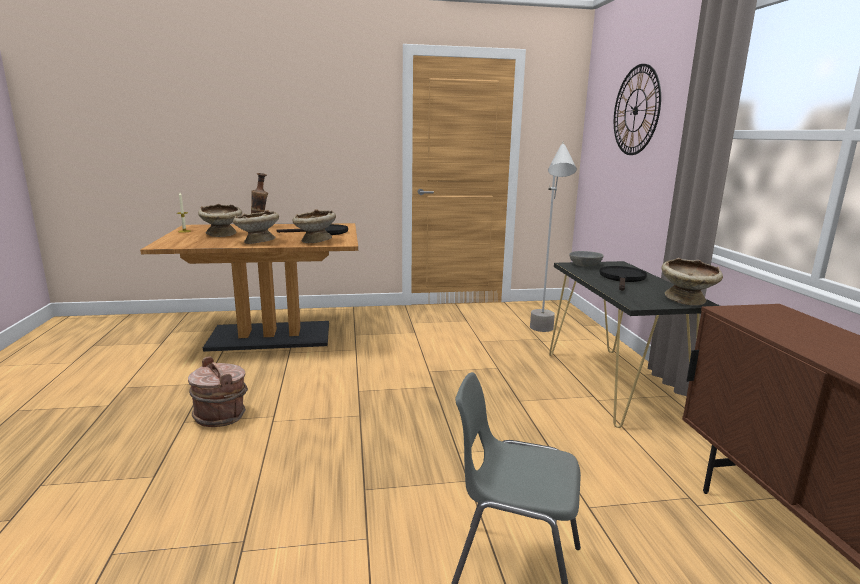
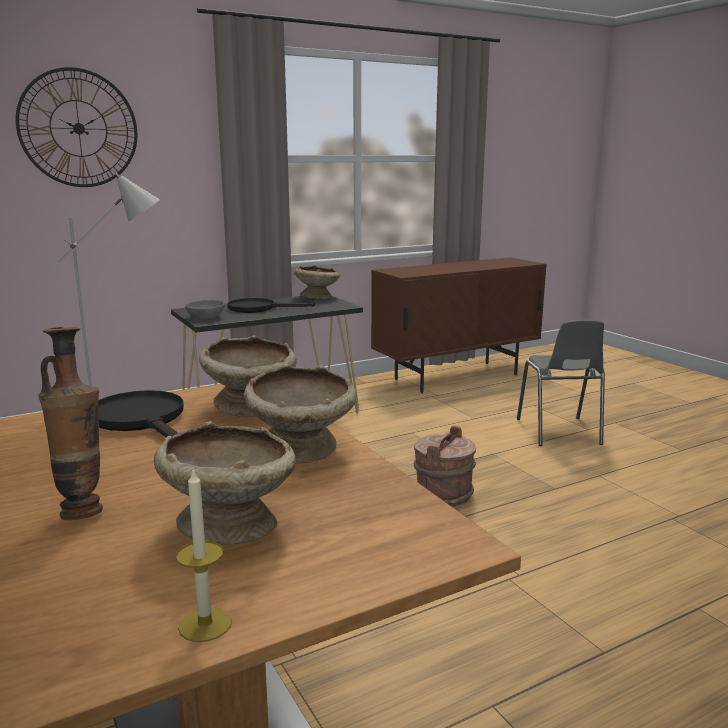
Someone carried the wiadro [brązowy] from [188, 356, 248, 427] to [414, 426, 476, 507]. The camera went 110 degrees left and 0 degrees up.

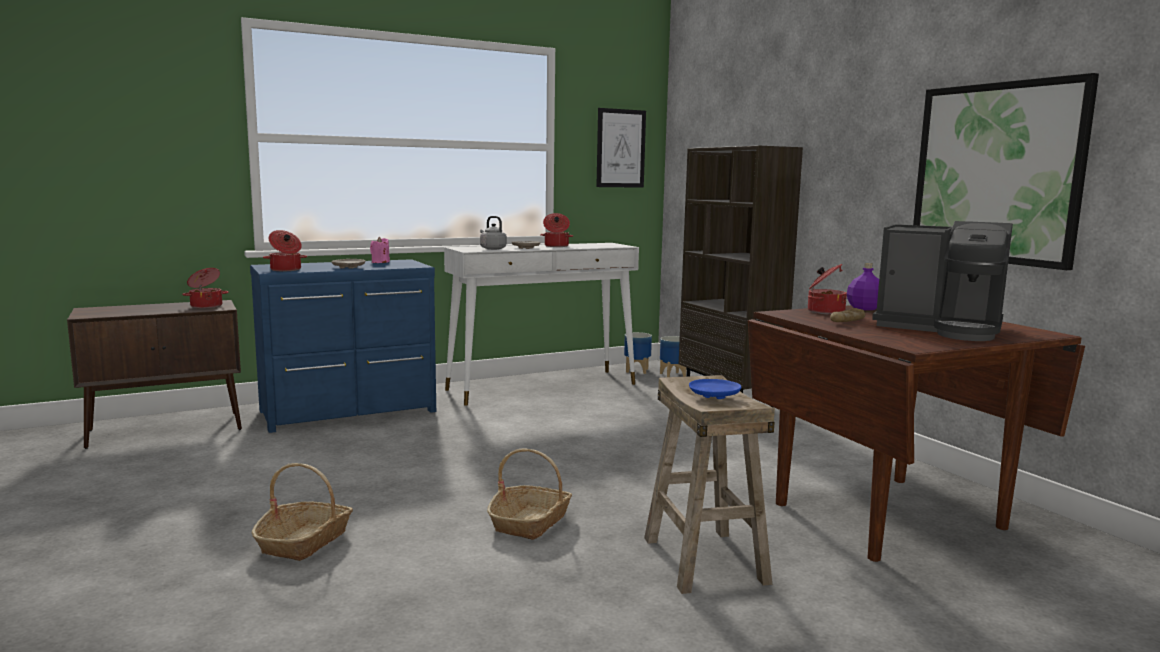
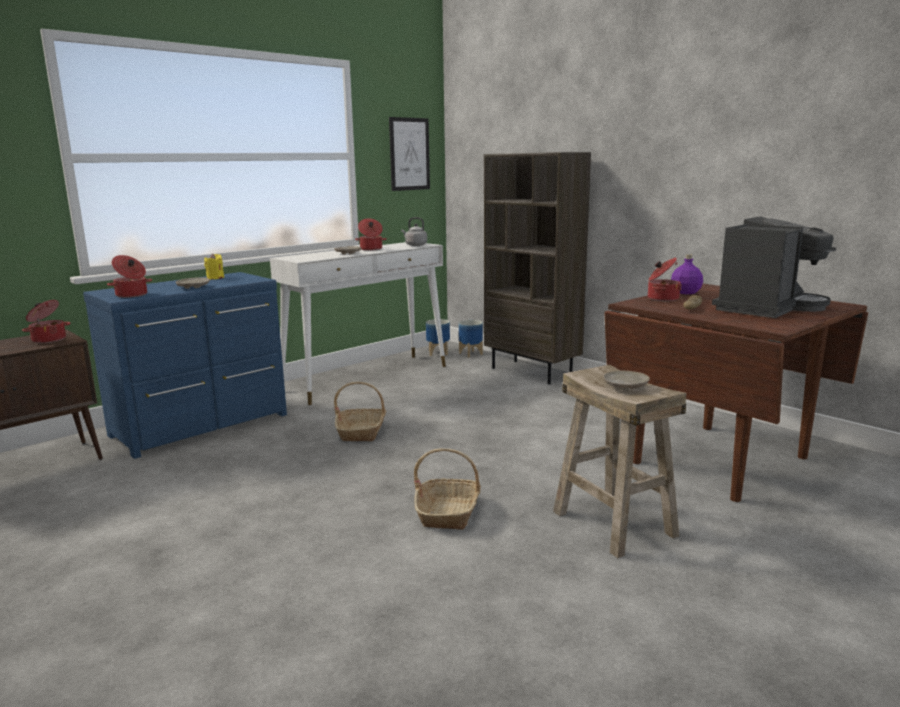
Someone repainted the świeca [różowy] at [370, 237, 390, 263], which became the świeca [żółty] at [204, 253, 224, 279]. Someone carried the koszyk from [251, 463, 353, 561] to [334, 382, 386, 441]. Someone carried the czajnik [szary] from [480, 216, 507, 250] to [401, 217, 427, 246]. Someone repainted the talerz [niebieski] at [689, 379, 741, 399], which became the talerz [beżowy] at [603, 371, 650, 389]. Someone rotated the ekspres do kawy at [872, 221, 1013, 341] by 60 degrees counterclockwise. Someone took away the obraz at [913, 73, 1099, 270]. The camera went 15 degrees left and 5 degrees up.

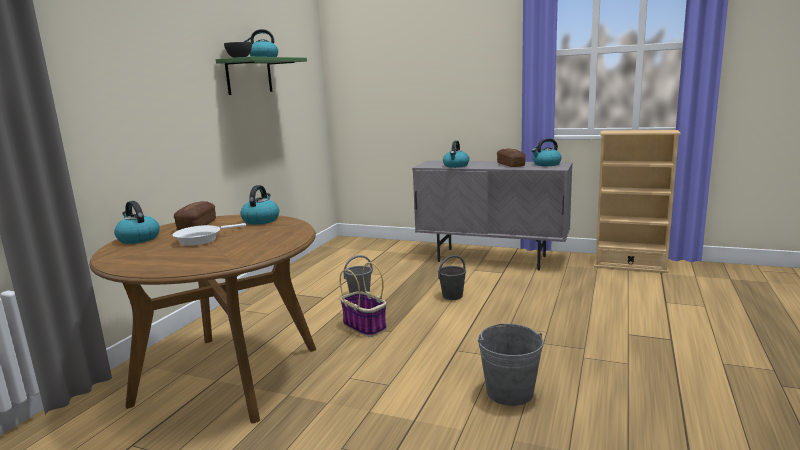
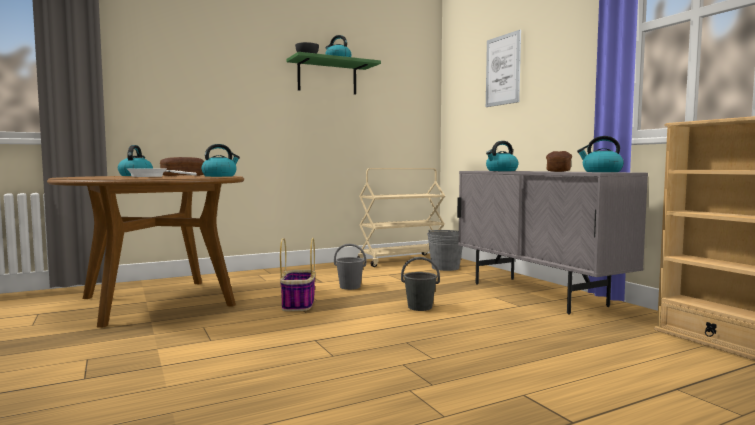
Someone put down the wózek [beżowy] at [357, 168, 445, 267]. Someone carried the wiadro [szary] from [478, 323, 543, 406] to [427, 230, 463, 271]. Someone put up the obraz at [486, 30, 521, 107]. The camera went 40 degrees right and 10 degrees down.

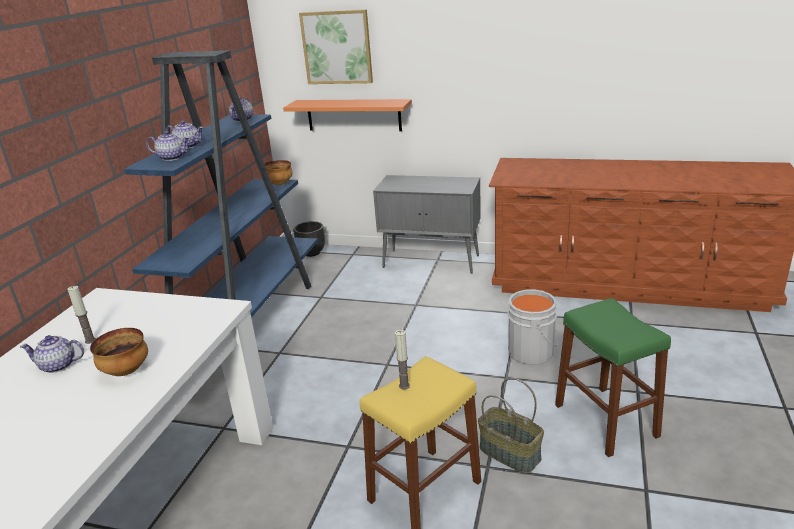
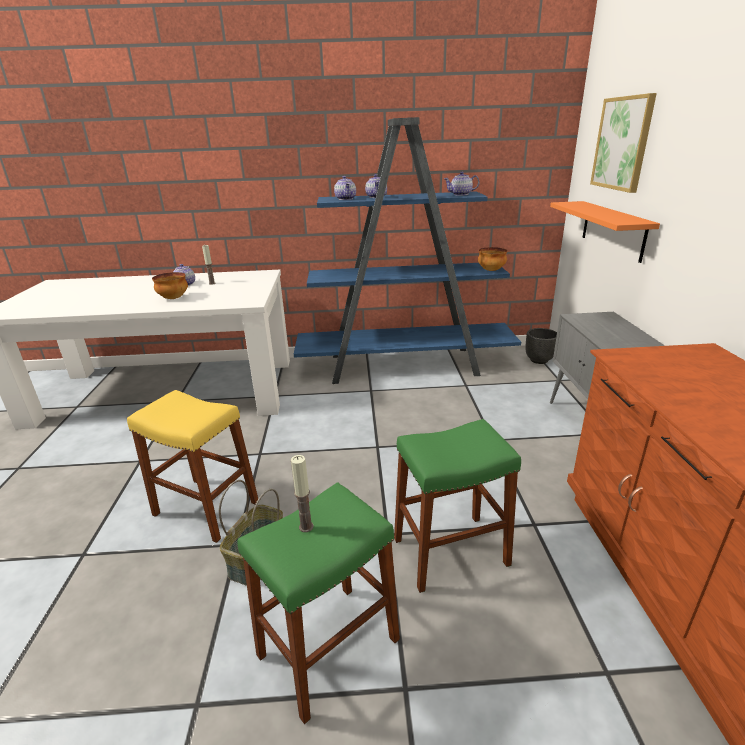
Someone carried the świeca from [395, 330, 410, 390] to [291, 455, 314, 532]. Someone swapped the wiadro [szary] at [508, 289, 558, 365] for the stołek [zielony] at [394, 419, 521, 593]. The camera went 70 degrees right and 0 degrees up.

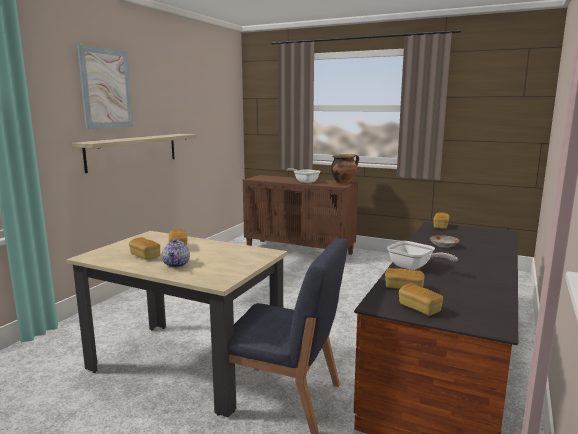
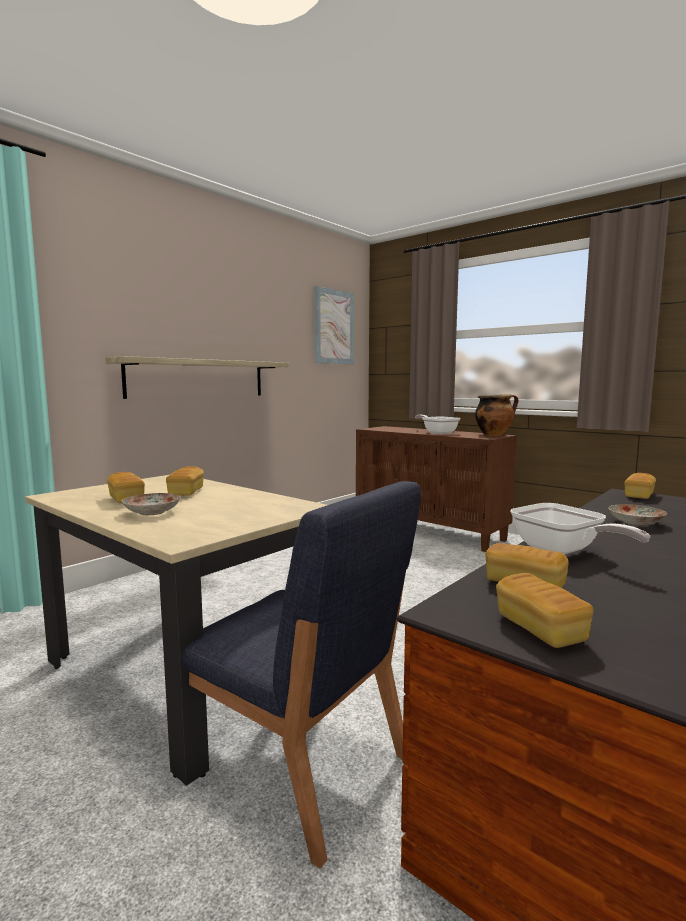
Someone swapped the imbryk at [162, 239, 190, 268] for the talerz at [122, 493, 180, 515]. Someone carried the obraz from [77, 45, 133, 129] to [315, 286, 354, 364]. The camera went 15 degrees right and 5 degrees down.

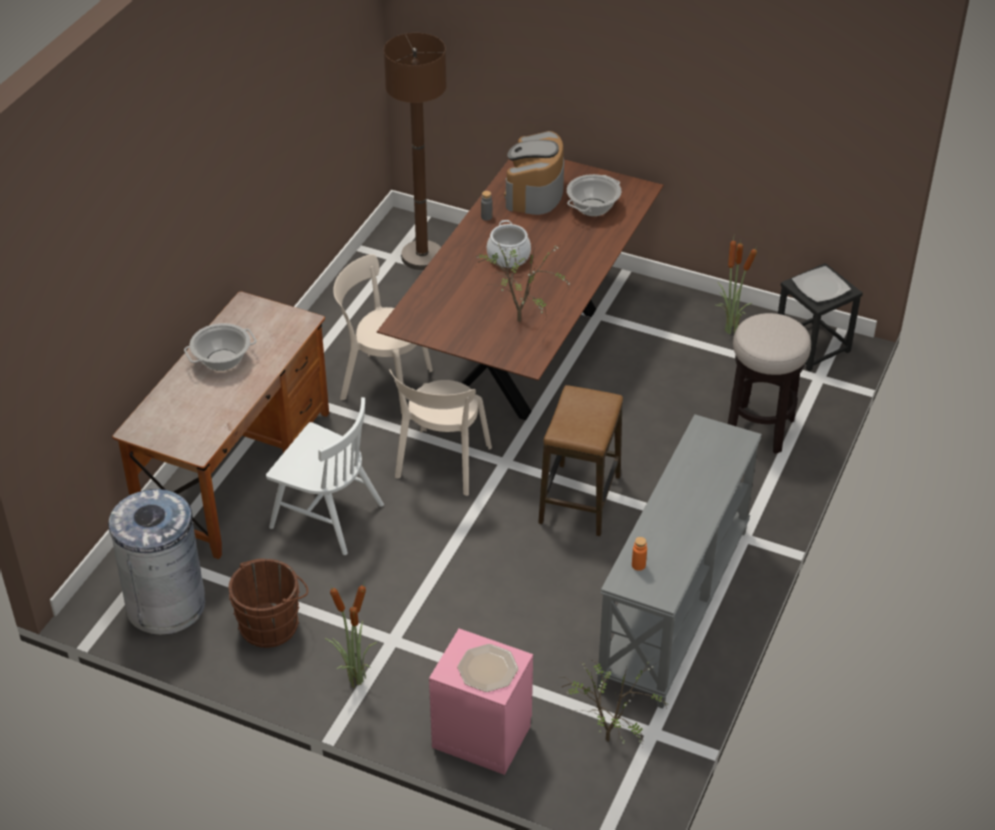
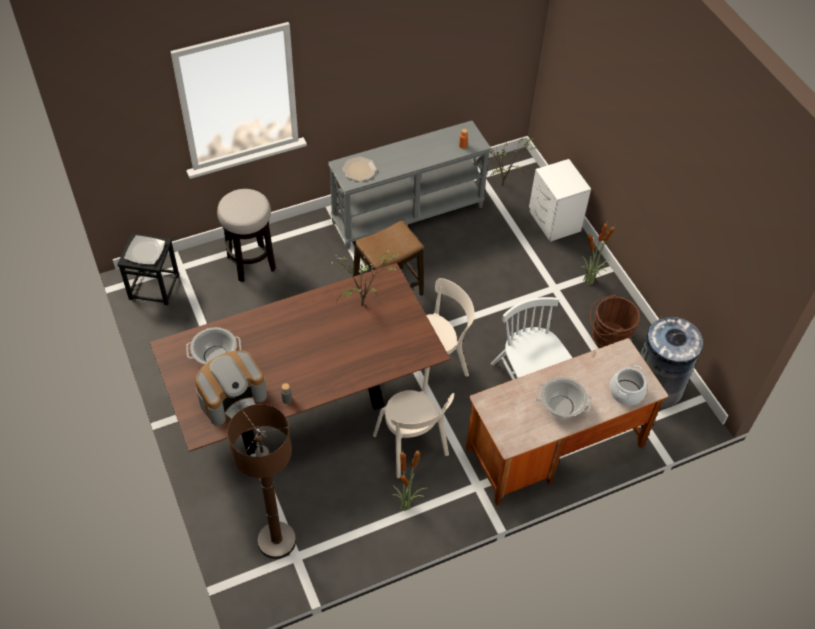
Someone carried the talerz from [458, 644, 518, 692] to [342, 157, 377, 181]. Someone carried the roślina doniczkowa from [717, 239, 757, 334] to [392, 450, 427, 511]. Someone repainted the szafka nocna [różowy] at [429, 629, 533, 775], which became the szafka nocna [biały] at [529, 159, 591, 242]. Someone carried the garnek from [487, 220, 531, 268] to [610, 365, 647, 405]. The camera went 140 degrees left and 10 degrees up.

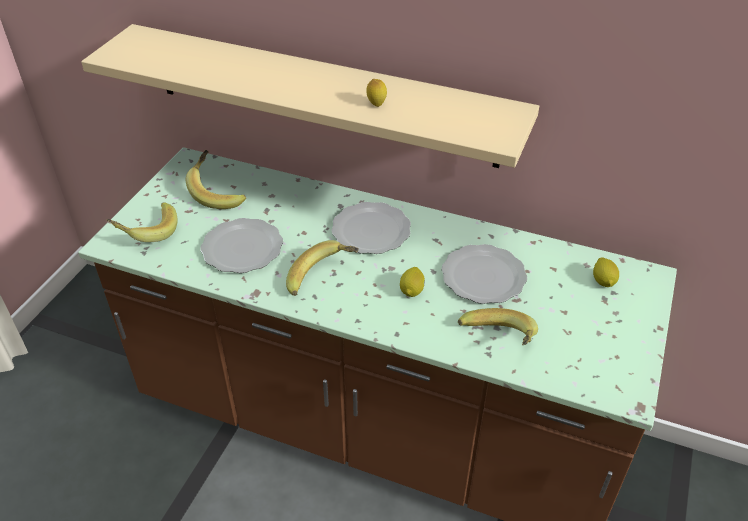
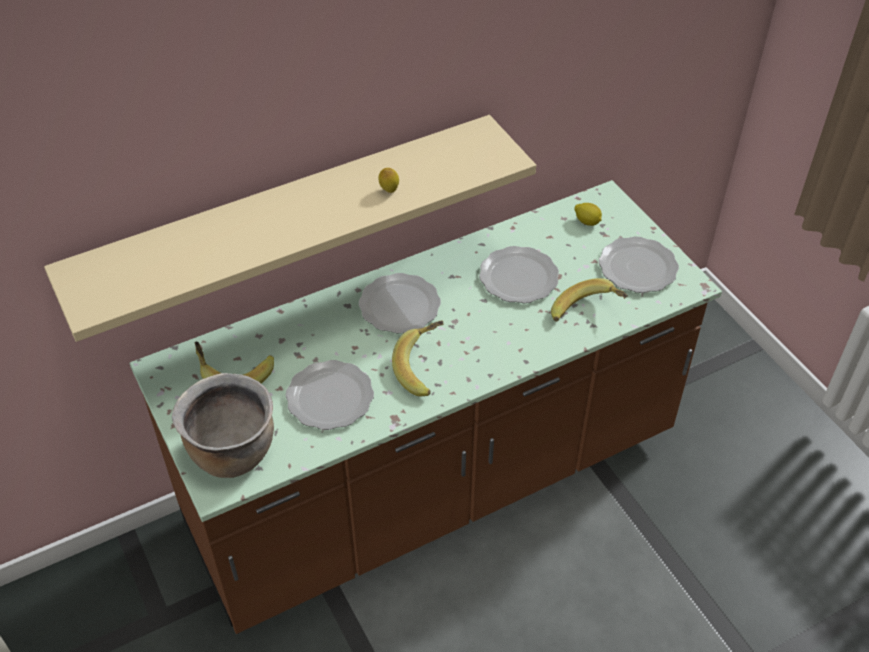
Someone swapped the banan at [107, 202, 177, 242] for the garnek [brązowy] at [172, 373, 274, 478]. Someone put down the talerz at [599, 236, 679, 293]. Someone took away the cytryna at [400, 267, 425, 297]. The camera went 50 degrees left and 5 degrees up.

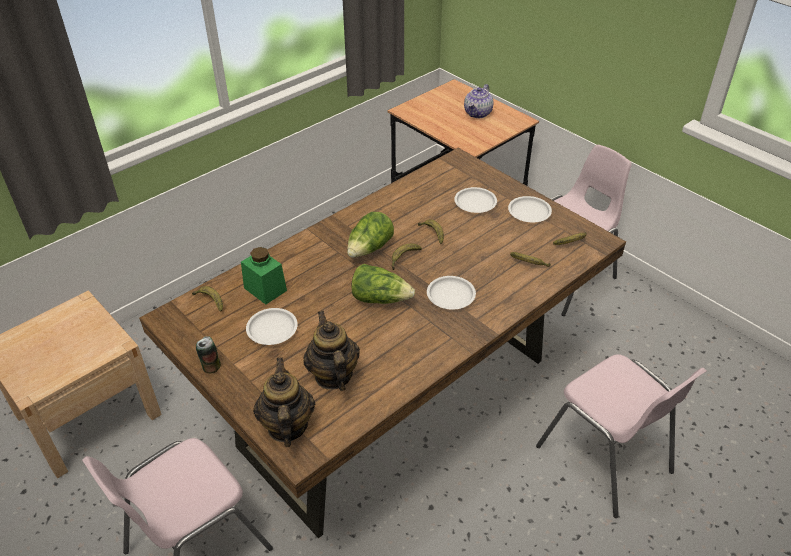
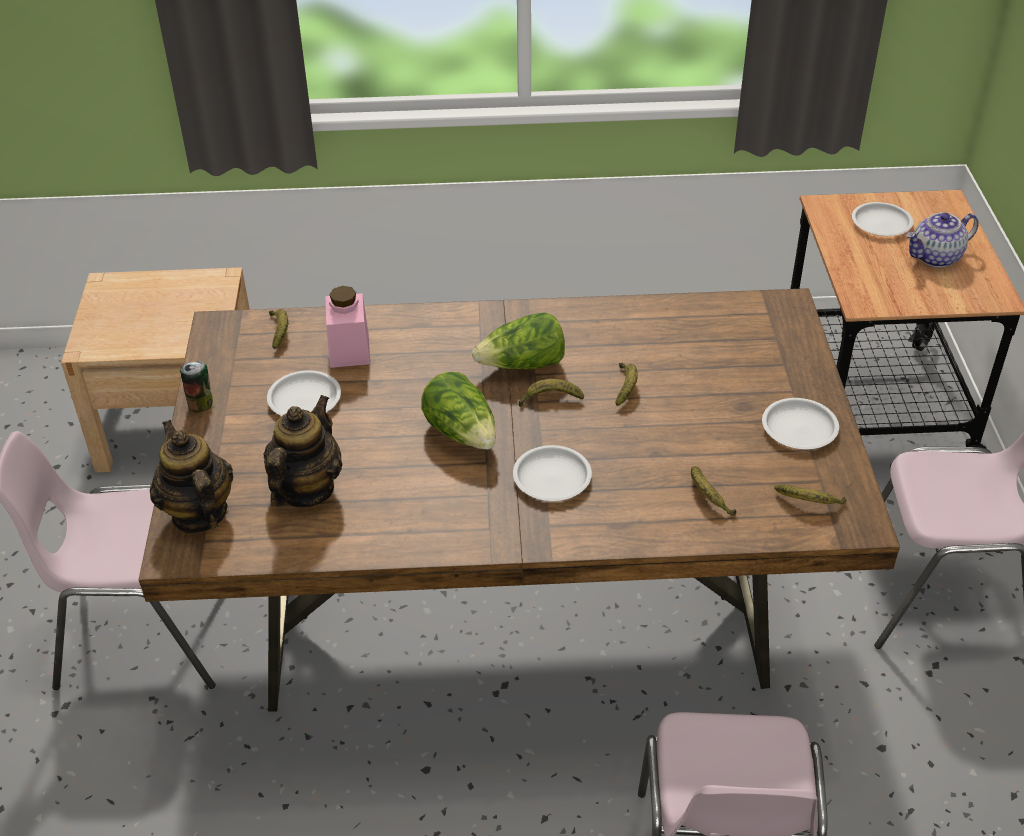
Someone rotated the imbryk at [253, 357, 315, 447] by 60 degrees counterclockwise. Someone repainted the słoik [zielony] at [241, 247, 287, 305], which became the słoik [różowy] at [326, 286, 370, 368]. Someone carried the talerz [biały] from [454, 187, 497, 213] to [852, 202, 913, 236]. The camera went 40 degrees right and 0 degrees up.

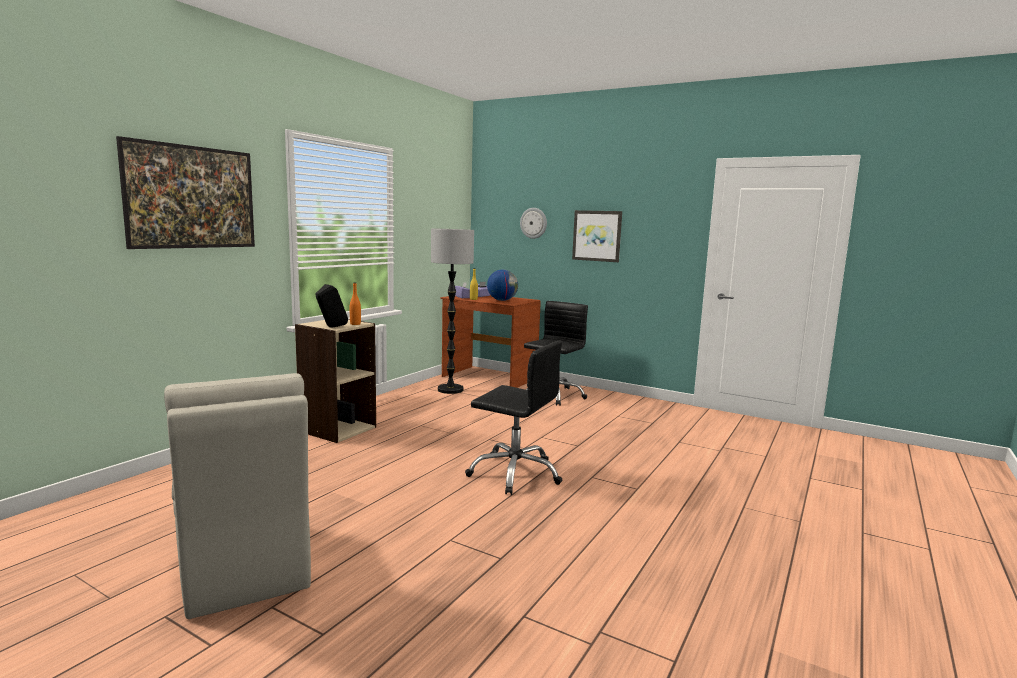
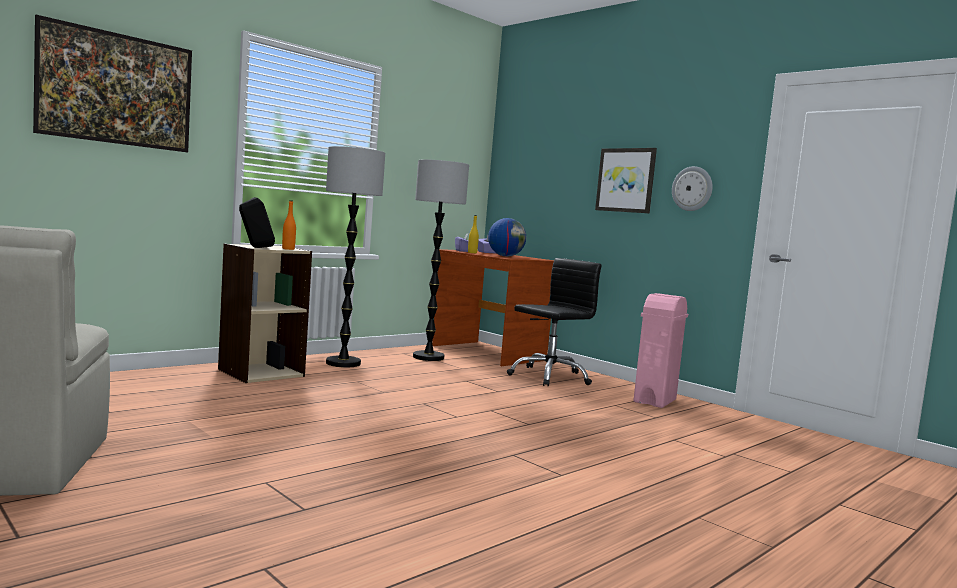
Someone put down the lampa stojąca at [326, 146, 385, 368]. Someone put down the kosz na śmieci [różowy] at [634, 293, 688, 408]. Someone carried the zegar ścienny from [520, 208, 547, 239] to [672, 166, 713, 211]. Someone took away the krzesło biurowe [czarny] at [465, 341, 562, 495]. The camera went 15 degrees right and 5 degrees down.

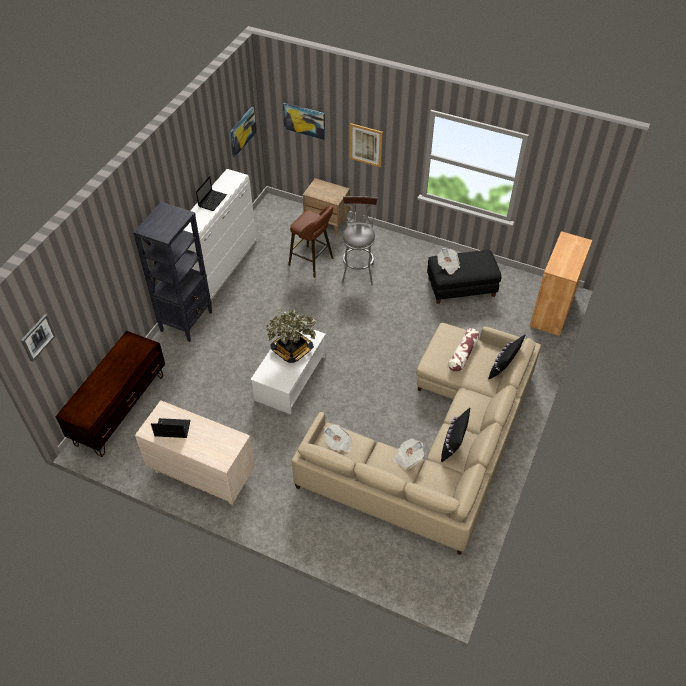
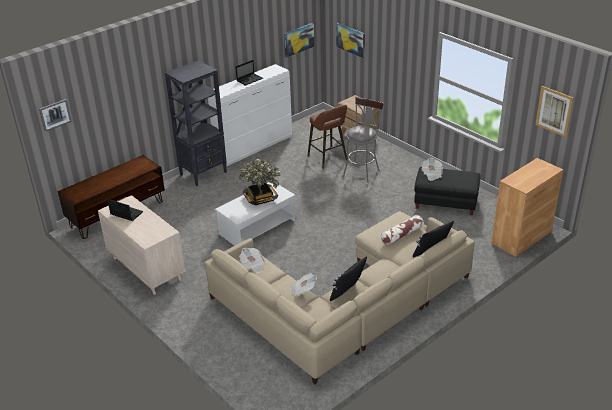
Someone carried the obraz from [350, 123, 383, 167] to [535, 86, 574, 137]. The camera went 25 degrees right and 15 degrees down.

